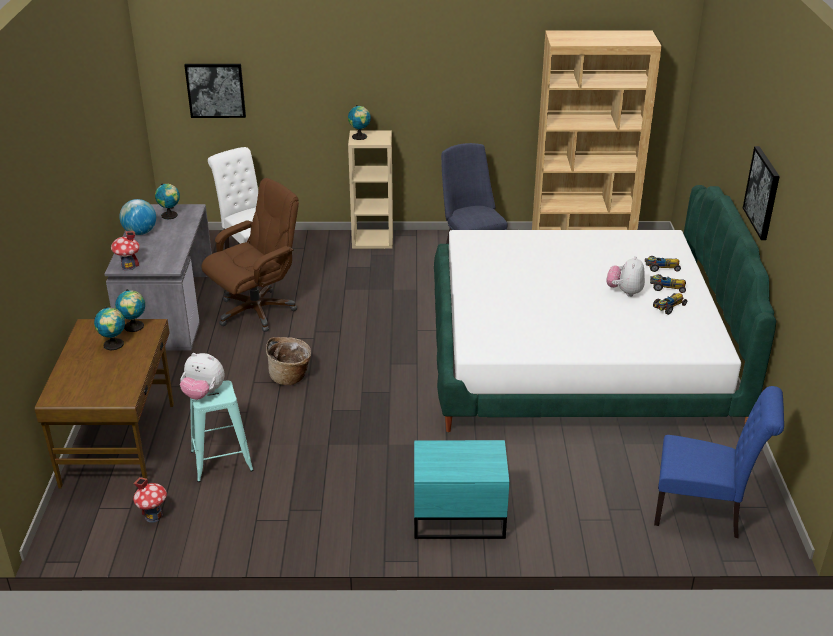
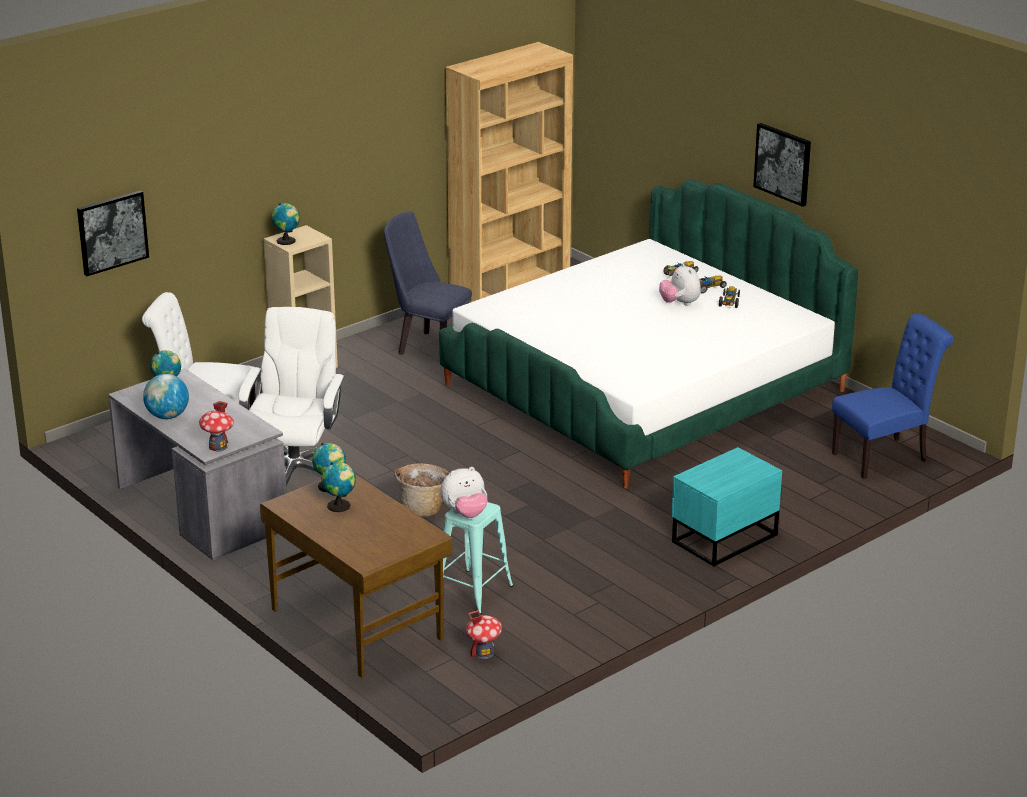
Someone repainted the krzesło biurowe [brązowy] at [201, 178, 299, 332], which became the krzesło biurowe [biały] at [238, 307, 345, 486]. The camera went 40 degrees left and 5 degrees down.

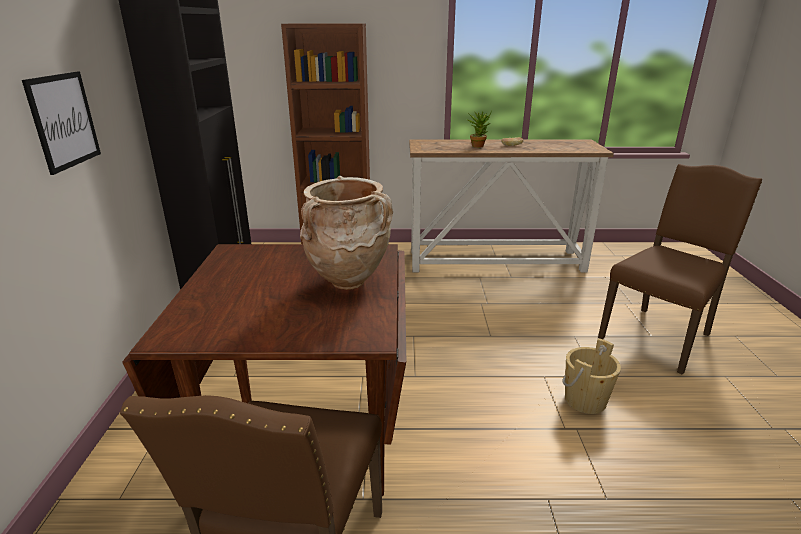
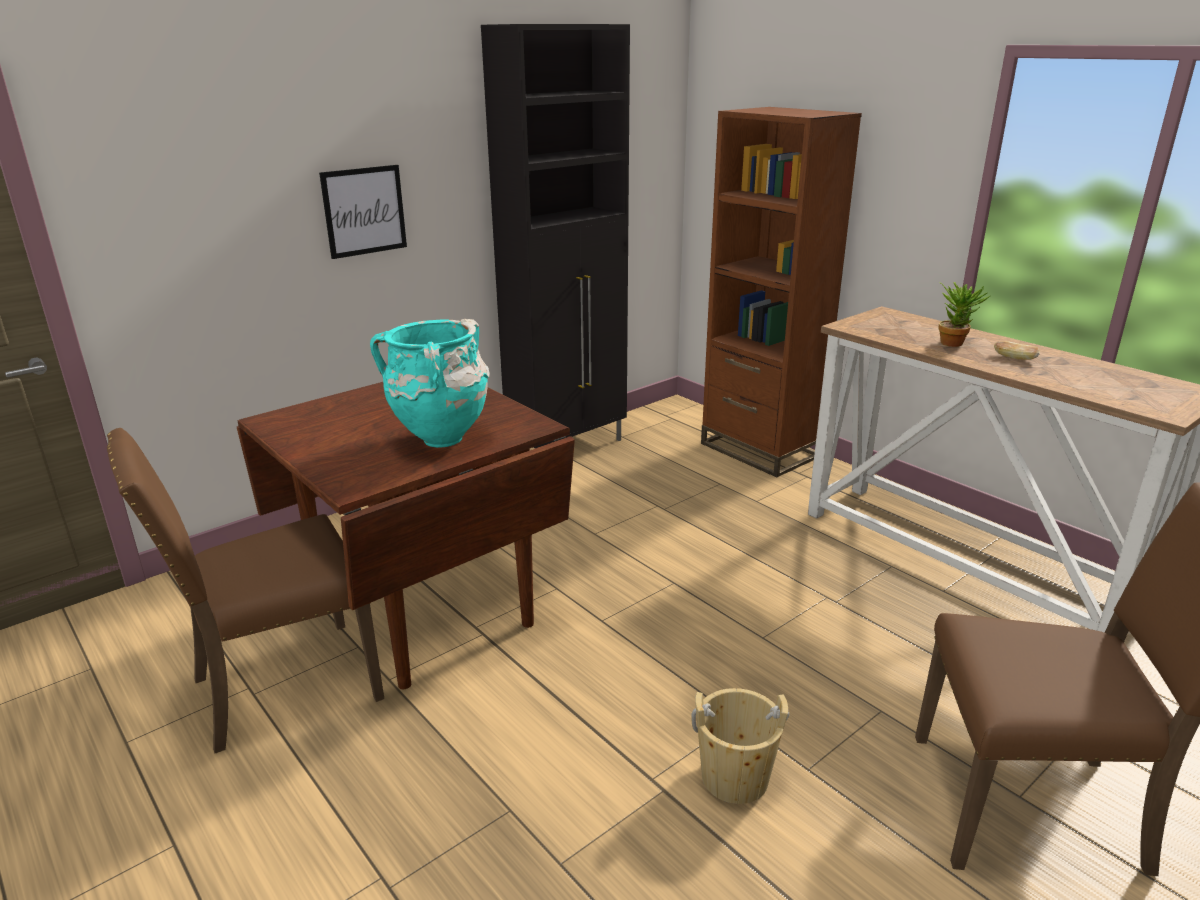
Someone repainted the wazon [beżowy] at [300, 176, 393, 290], which became the wazon [turkusowy] at [370, 319, 490, 448]. The camera went 50 degrees right and 0 degrees up.

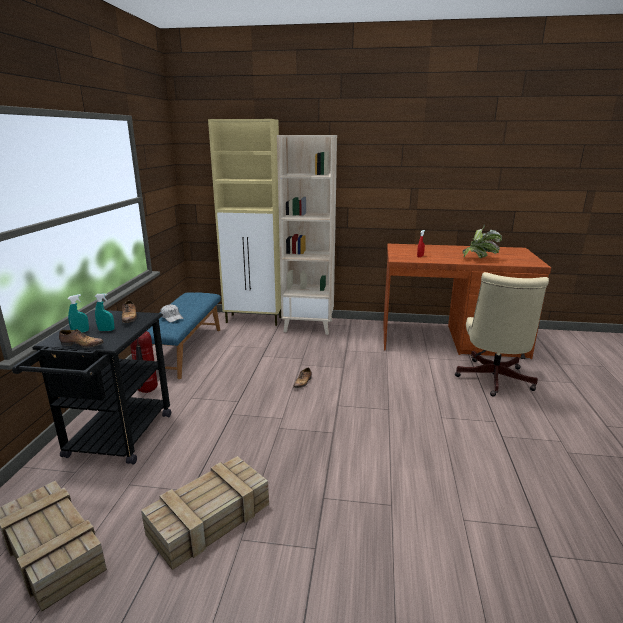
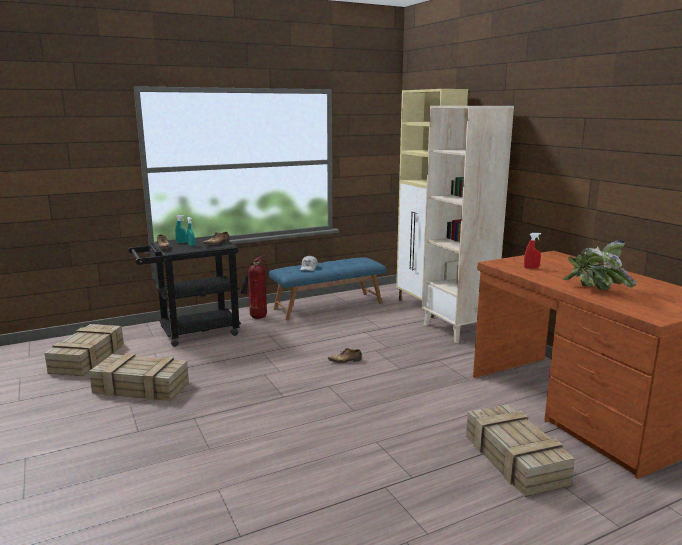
Someone swapped the krzesło biurowe [beżowy] at [455, 272, 549, 397] for the skrzynka at [466, 404, 575, 497]. The camera went 55 degrees right and 5 degrees down.

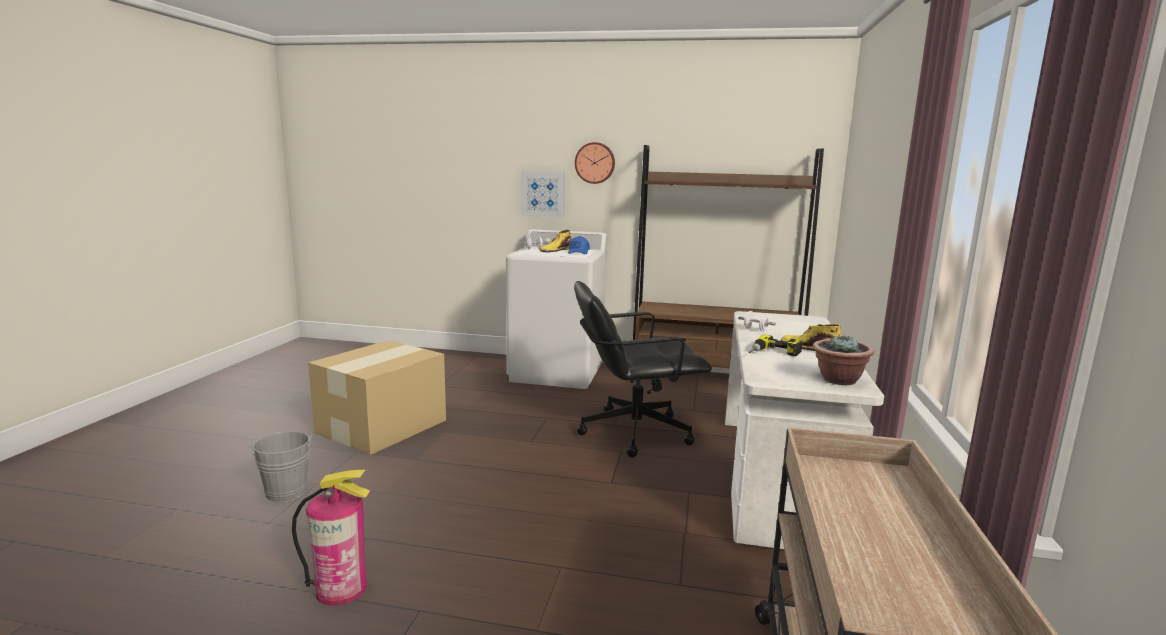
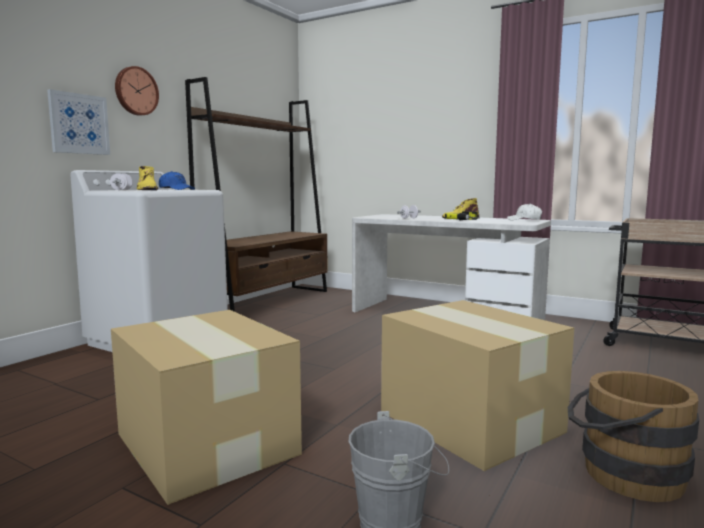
Someone put down the karton at [381, 300, 574, 471]. Someone swapped the roślina doniczkowa at [812, 335, 874, 385] for the czapka z daszkiem [biały] at [507, 204, 542, 220]. Someone swapped the gaśnica at [292, 470, 370, 606] for the wiadro [brązowy] at [568, 371, 699, 502]. Someone took away the krzesło biurowe [czarny] at [574, 281, 712, 457]. The camera went 70 degrees left and 5 degrees down.

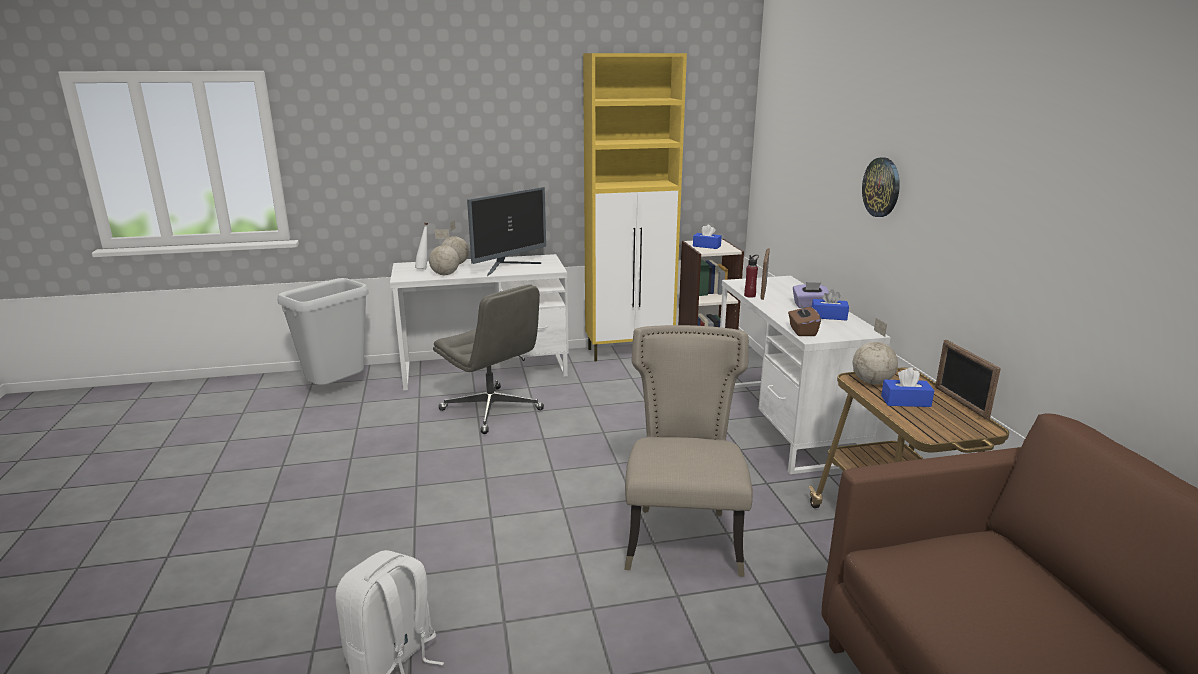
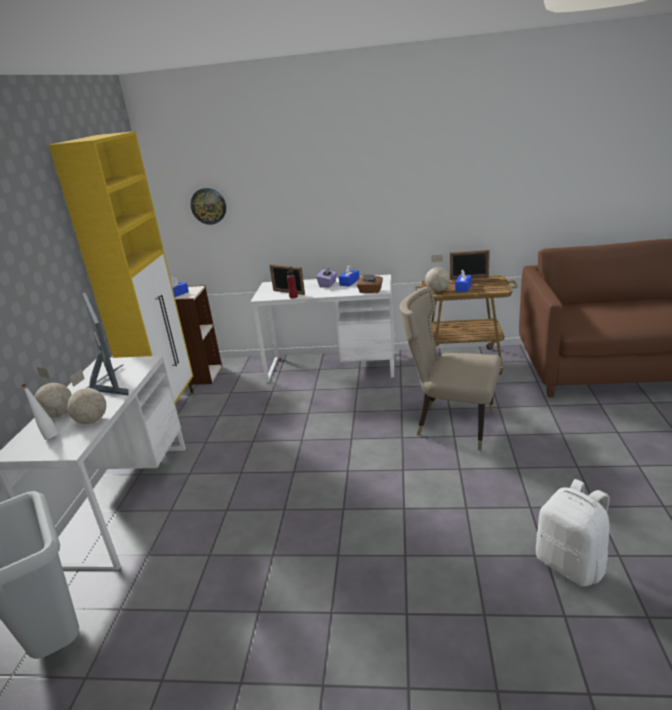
Someone carried the zegar ścienny from [862, 157, 900, 217] to [191, 188, 226, 225]. Someone took away the krzesło biurowe [szary] at [433, 284, 544, 434]. The camera went 70 degrees left and 5 degrees up.

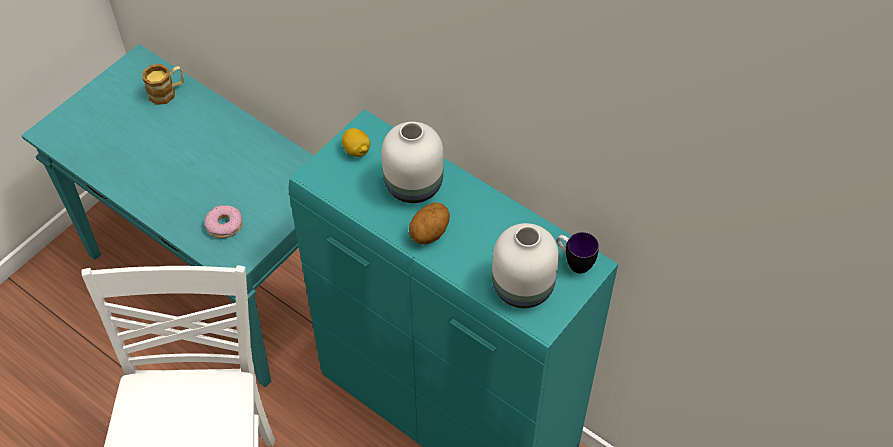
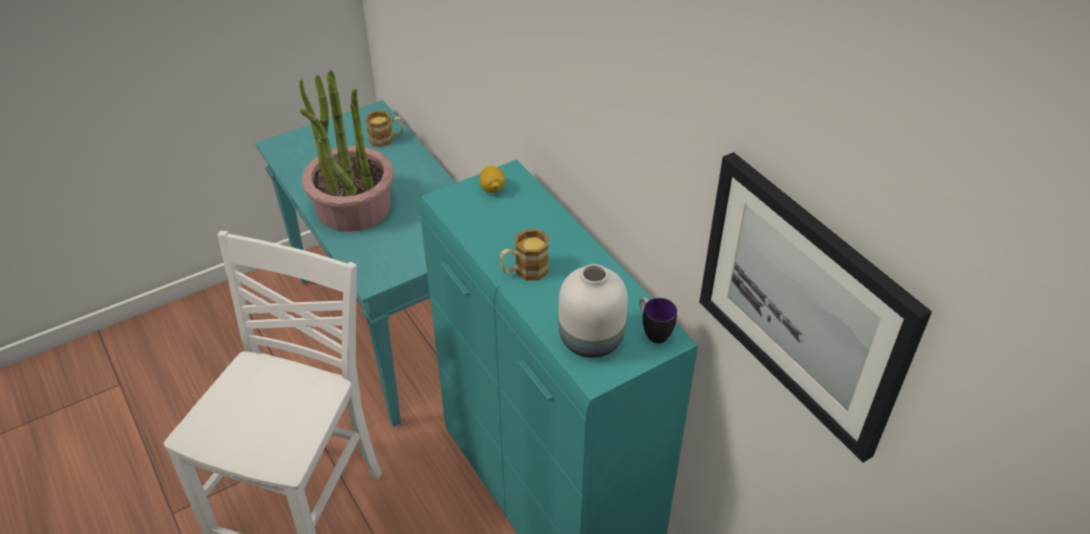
Someone put down the roślina doniczkowa at [299, 70, 394, 232]. Someone swapped the ziemniak at [409, 203, 450, 245] for the kubek at [500, 229, 549, 280]. Someone put up the obraz at [699, 152, 932, 463]. Someone took away the donut at [205, 205, 243, 238]. Someone took away the wazon [biały] at [381, 122, 443, 203]. The camera went 20 degrees right and 10 degrees down.

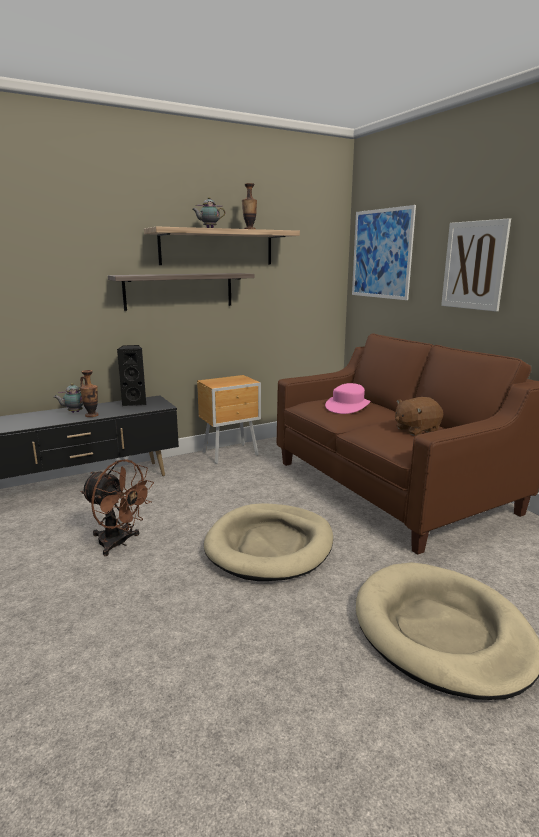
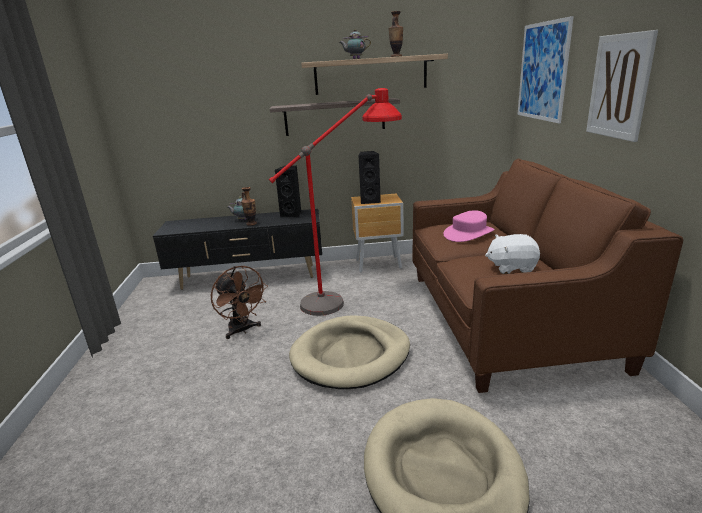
Someone put down the lampa stojąca [czerwony] at [269, 88, 402, 316]. Someone put down the głośnik [czarny] at [358, 151, 381, 204]. Someone repainted the pluszak [brązowy] at [395, 397, 443, 436], which became the pluszak [biały] at [485, 234, 540, 274]. The camera went 25 degrees right and 5 degrees up.

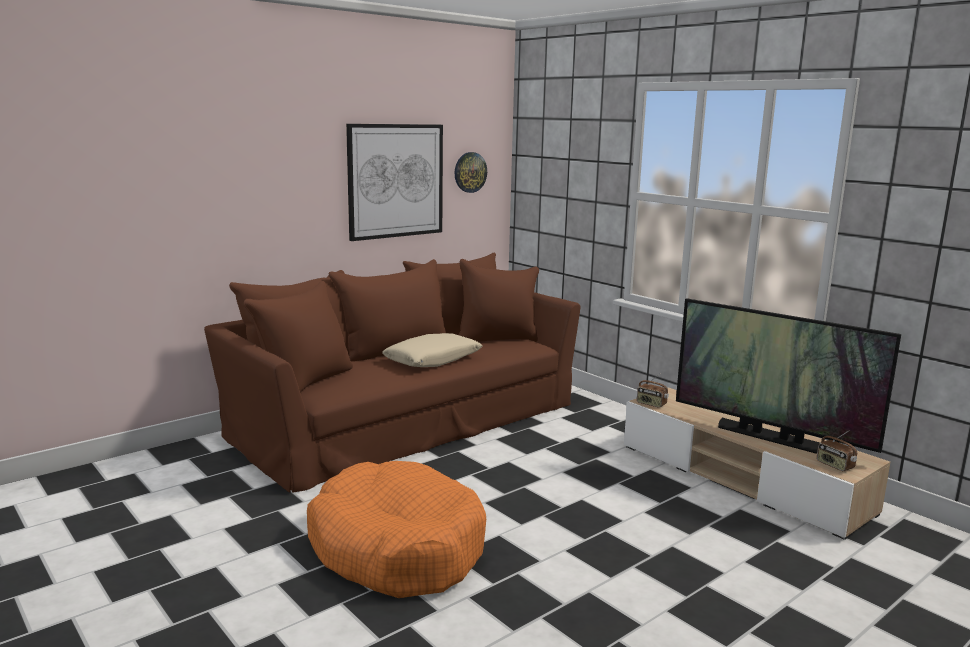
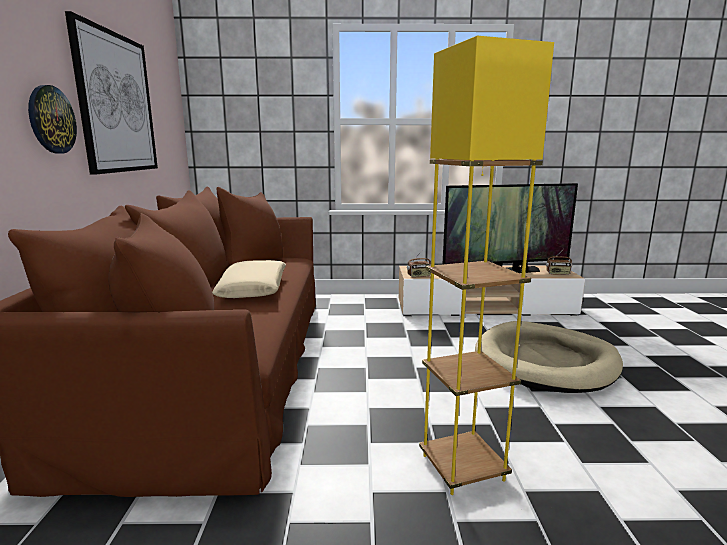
Someone carried the zegar ścienny from [455, 152, 487, 193] to [28, 85, 77, 154]. Someone swapped the legowisko [pomarańczowy] at [307, 461, 486, 598] for the lampa stojąca [żółty] at [419, 36, 554, 495]. Someone put down the legowisko [beżowy] at [475, 321, 623, 393]. The camera went 50 degrees left and 0 degrees up.

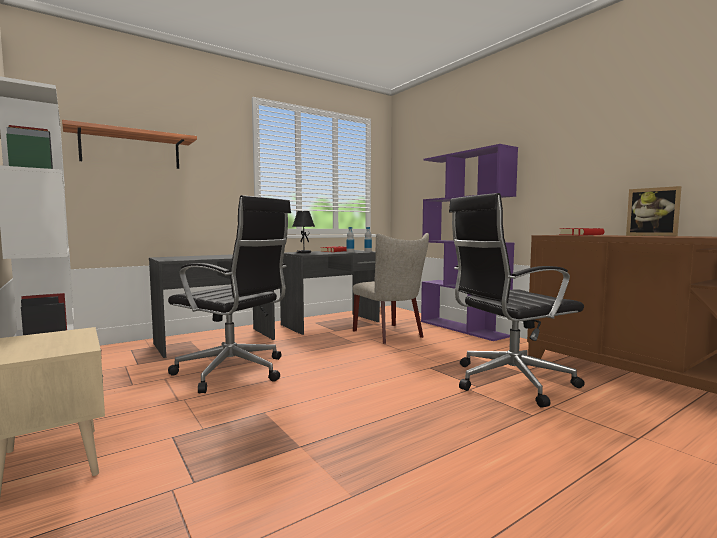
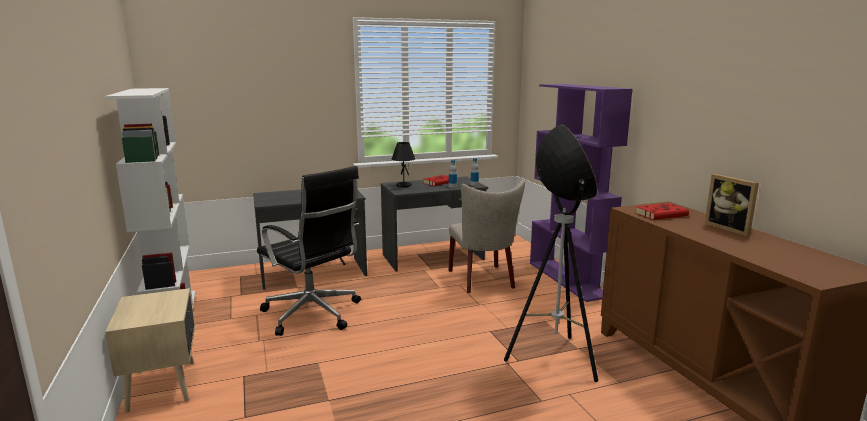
Someone swapped the krzesło biurowe [czarny] at [449, 193, 585, 408] for the lampa stojąca at [504, 124, 598, 382]. Someone took away the półka at [62, 120, 197, 169]. The camera went 15 degrees right and 10 degrees up.

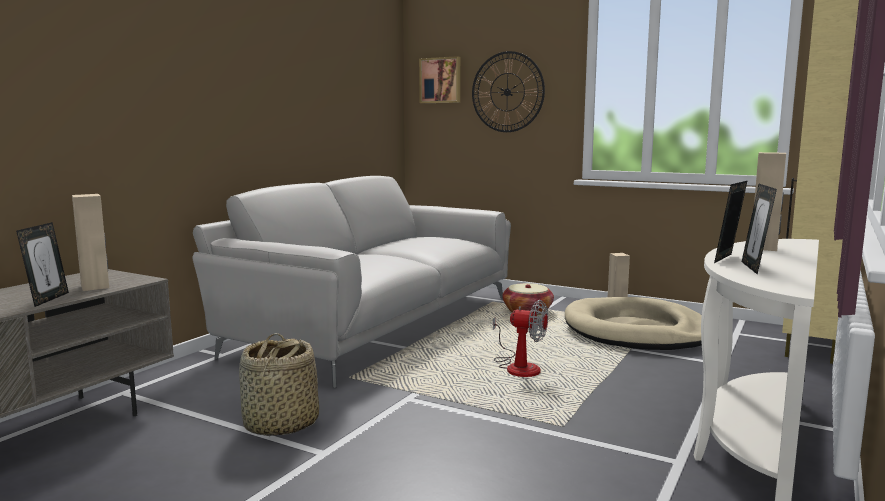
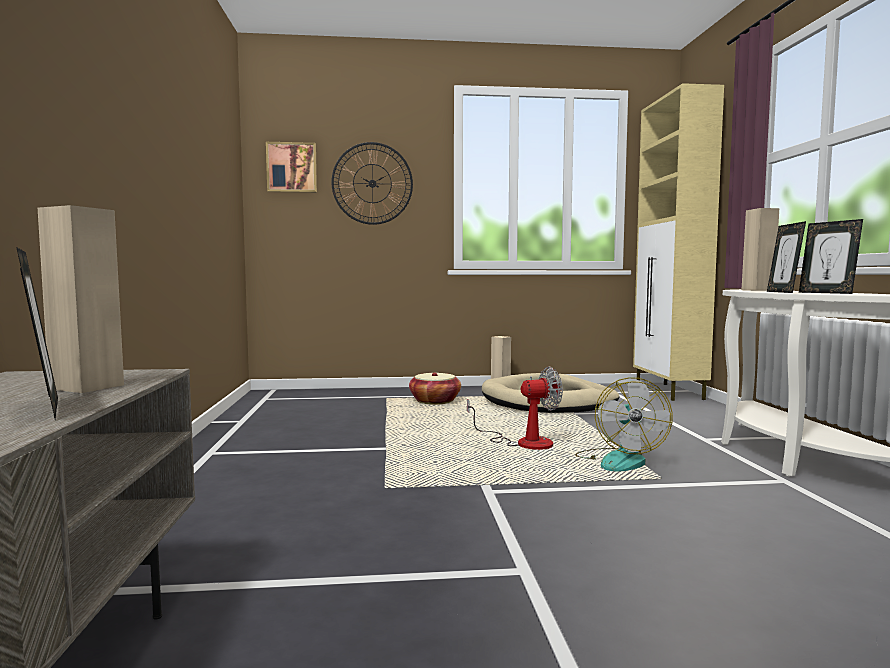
Someone put down the wentylator at [575, 377, 673, 471]. Someone took away the kanapa [szary] at [192, 176, 511, 388]. Someone took away the koszyk at [239, 333, 319, 436]. The camera went 35 degrees left and 5 degrees down.

